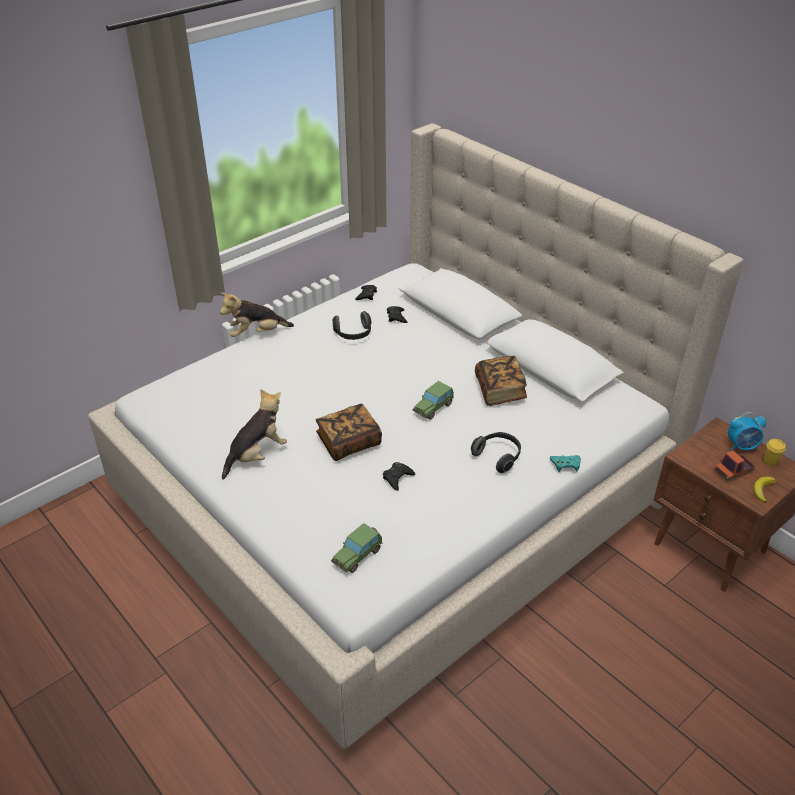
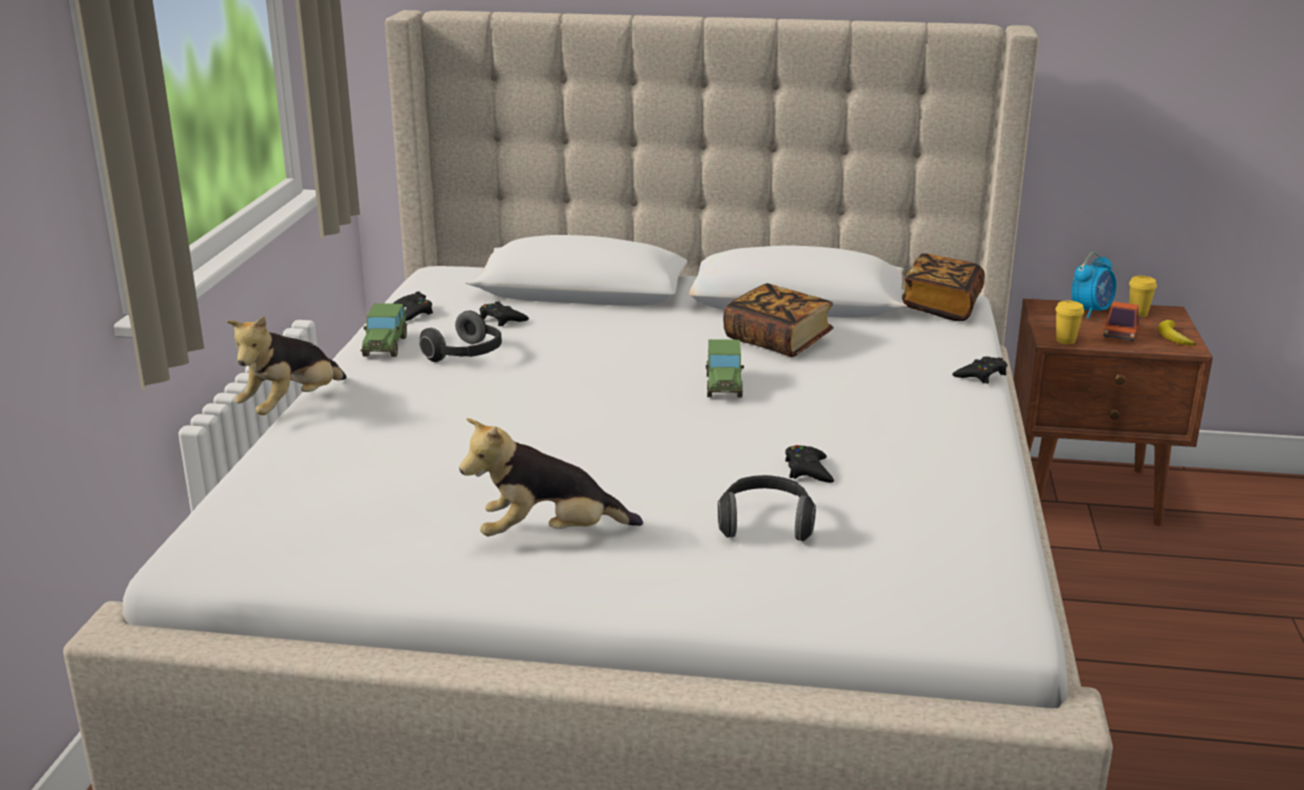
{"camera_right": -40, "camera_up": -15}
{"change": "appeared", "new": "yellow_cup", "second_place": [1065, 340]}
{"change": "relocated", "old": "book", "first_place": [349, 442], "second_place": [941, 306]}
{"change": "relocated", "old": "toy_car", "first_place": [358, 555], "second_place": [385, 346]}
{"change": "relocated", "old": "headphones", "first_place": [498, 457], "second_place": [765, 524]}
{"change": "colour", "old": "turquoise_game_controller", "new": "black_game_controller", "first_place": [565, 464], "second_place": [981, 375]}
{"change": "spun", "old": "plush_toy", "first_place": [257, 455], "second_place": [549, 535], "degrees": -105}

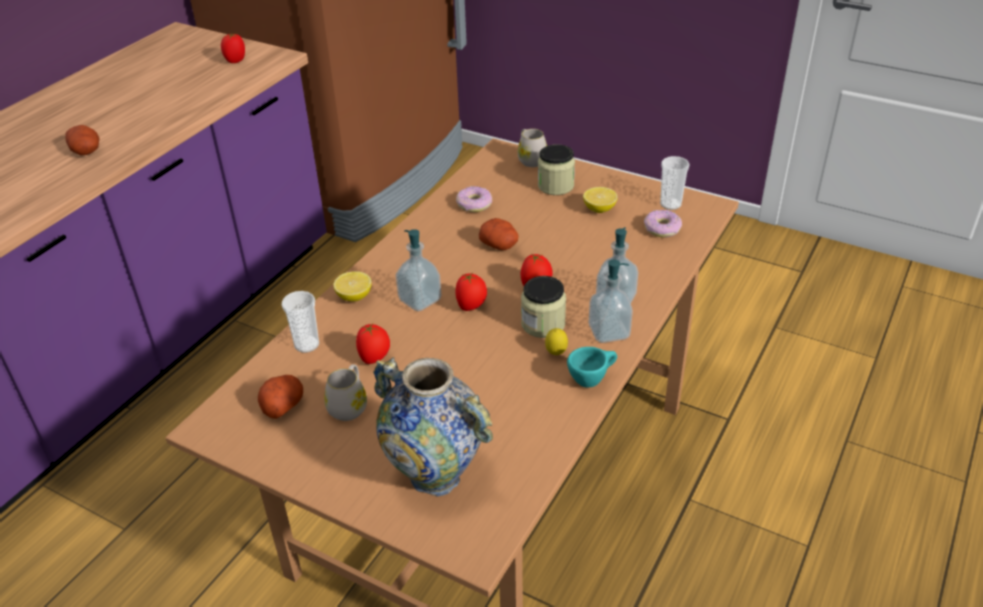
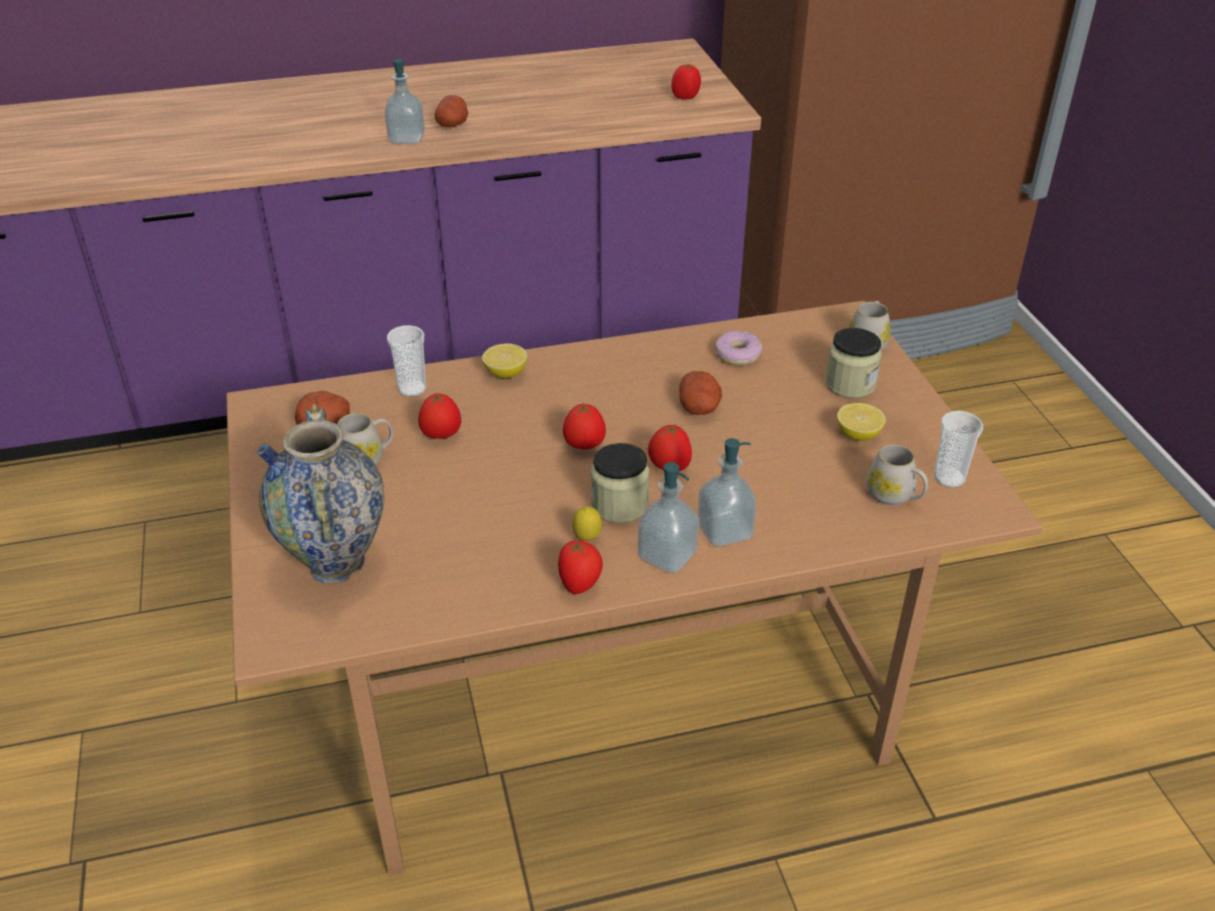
{"camera_right": 45, "camera_up": 0}
{"change": "relocated", "old": "soap_dispenser", "first_place": [420, 300], "second_place": [407, 138]}
{"change": "exchanged", "old": "turquoise_cup", "new": "tomato", "first_place": [592, 380], "second_place": [580, 585]}
{"change": "exchanged", "old": "donut", "new": "white_mug", "first_place": [662, 229], "second_place": [894, 496]}

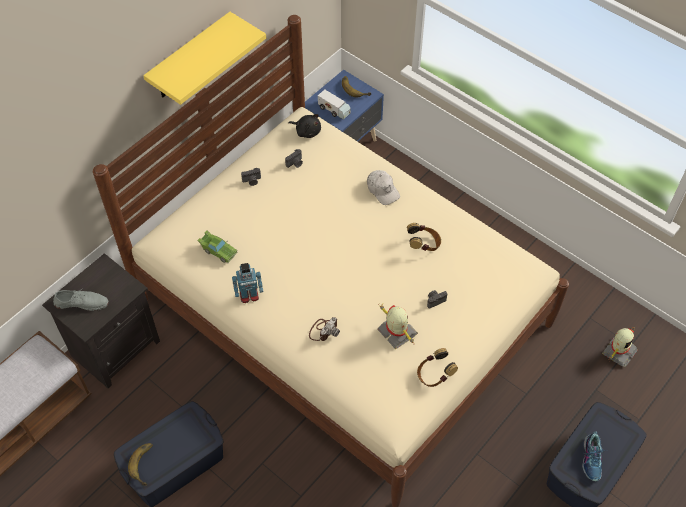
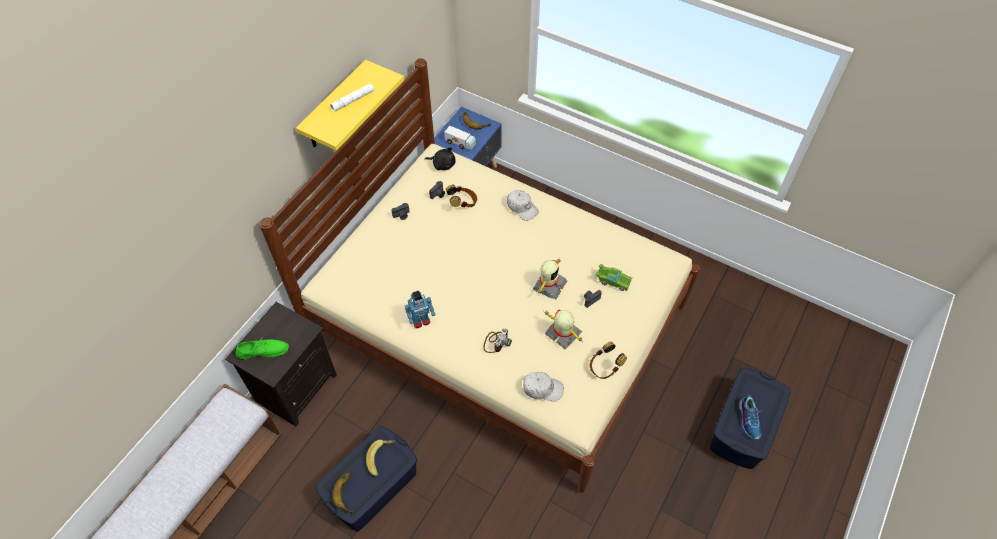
{"camera_right": -10, "camera_up": 0}
{"change": "appeared", "new": "white_flashlight", "second_place": [353, 100]}
{"change": "appeared", "new": "banana", "second_place": [382, 459]}
{"change": "appeared", "new": "white_cap", "second_place": [542, 388]}
{"change": "relocated", "old": "green_toy_car", "first_place": [218, 251], "second_place": [612, 281]}
{"change": "relocated", "old": "headphones", "first_place": [423, 245], "second_place": [463, 203]}
{"change": "relocated", "old": "toy_robot", "first_place": [618, 352], "second_place": [549, 285]}
{"change": "colour", "old": "grey_shoe", "new": "green_shoe", "first_place": [81, 302], "second_place": [263, 351]}

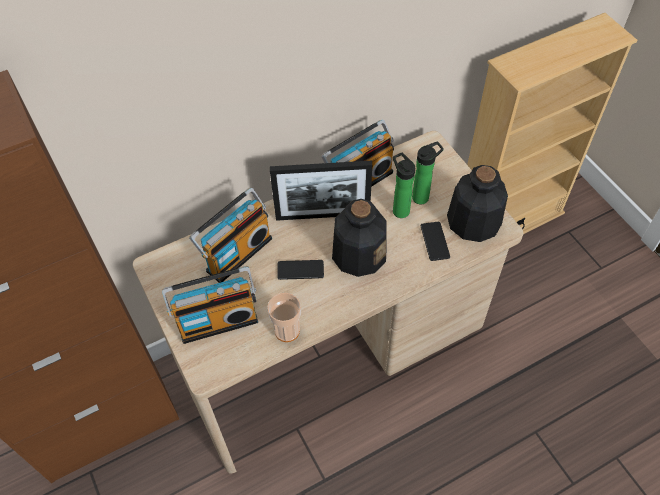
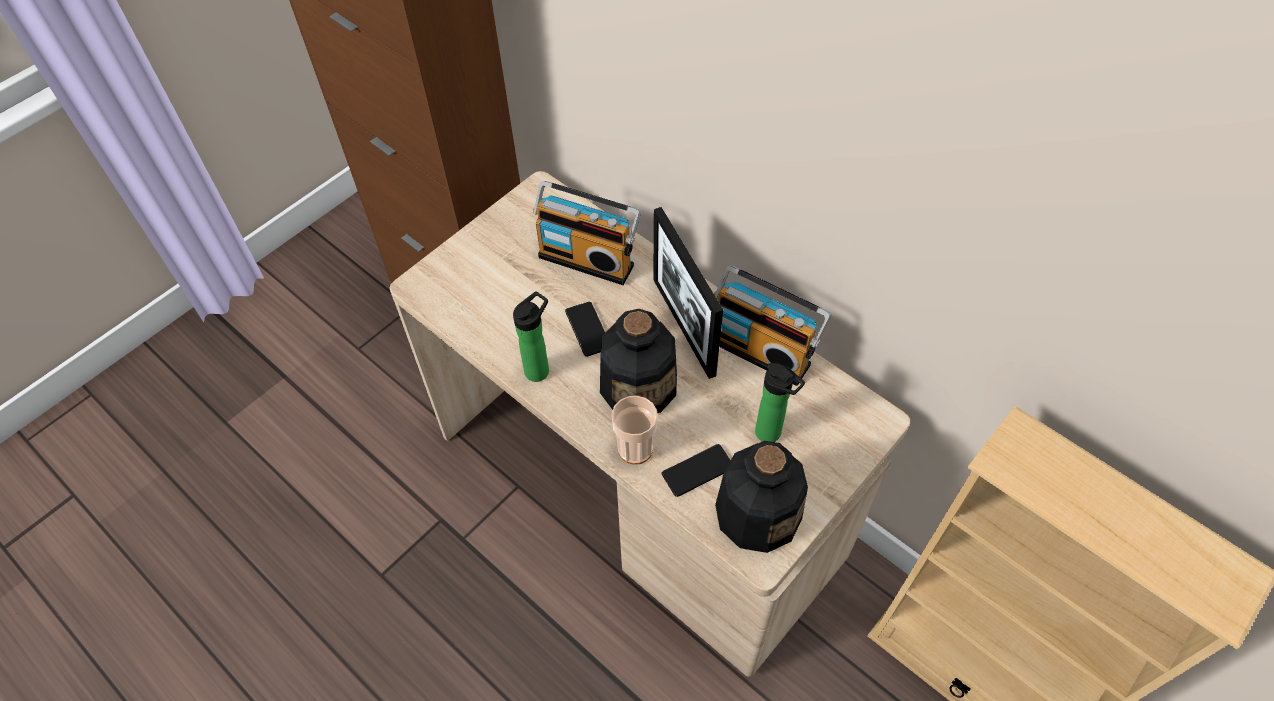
{"camera_right": 70, "camera_up": 0}
{"change": "missing", "old": "radio", "first_place": [218, 320]}
{"change": "relocated", "old": "cup", "first_place": [287, 330], "second_place": [635, 449]}
{"change": "relocated", "old": "bottle", "first_place": [399, 209], "second_place": [539, 369]}

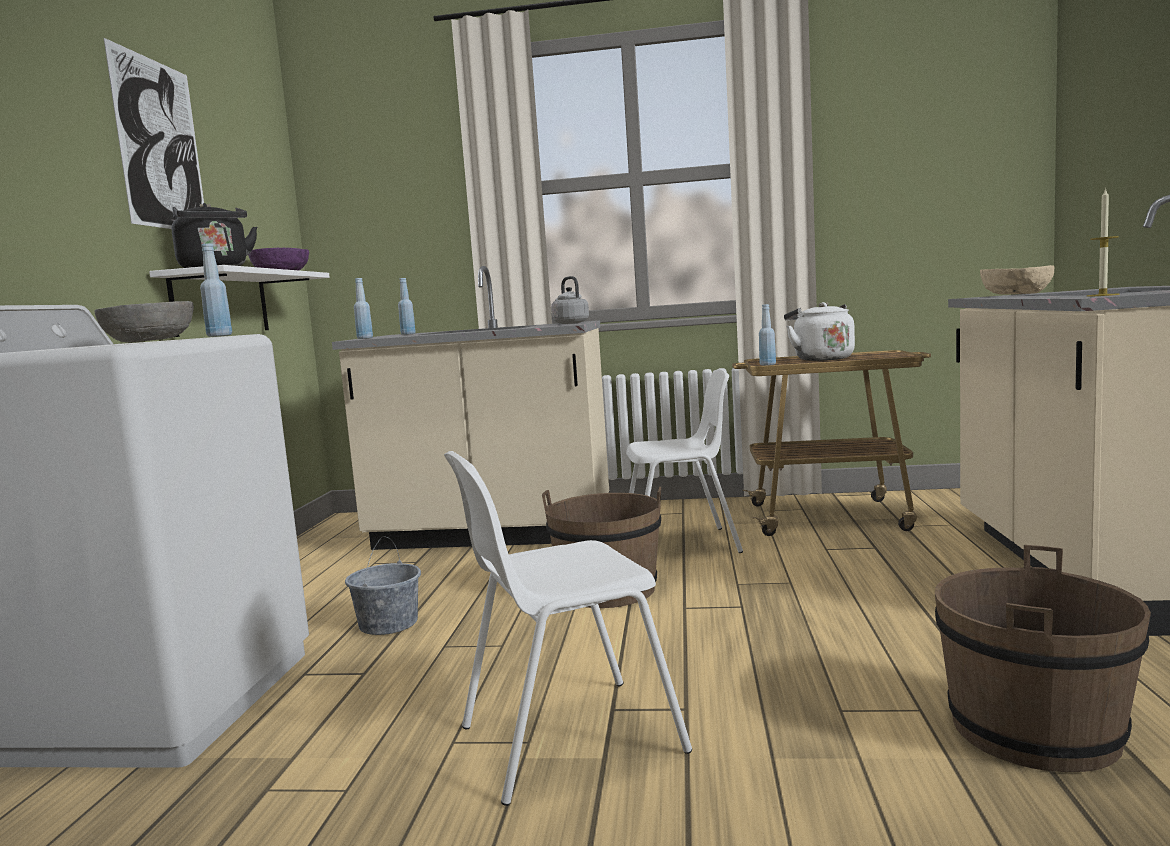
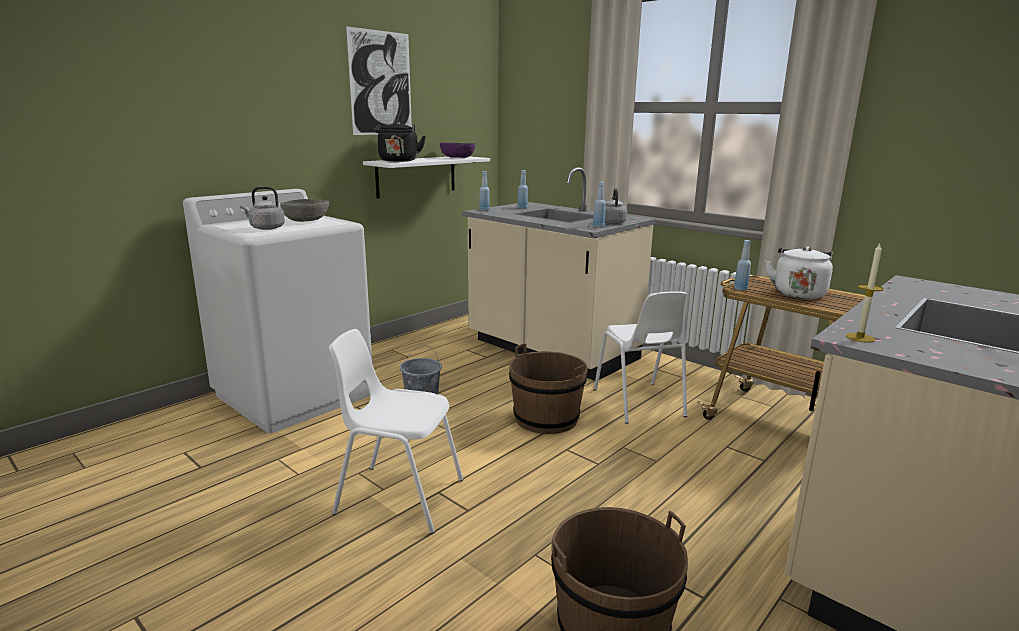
{"camera_right": 35, "camera_up": 10}
{"change": "missing", "old": "beige_bowl", "first_place": [1016, 294]}
{"change": "appeared", "new": "grey_kettle", "second_place": [265, 228]}
{"change": "relocated", "old": "blue_bottle", "first_place": [219, 336], "second_place": [598, 227]}
{"change": "spun", "old": "white_chair", "first_place": [681, 545], "second_place": [639, 403], "degrees": 45}

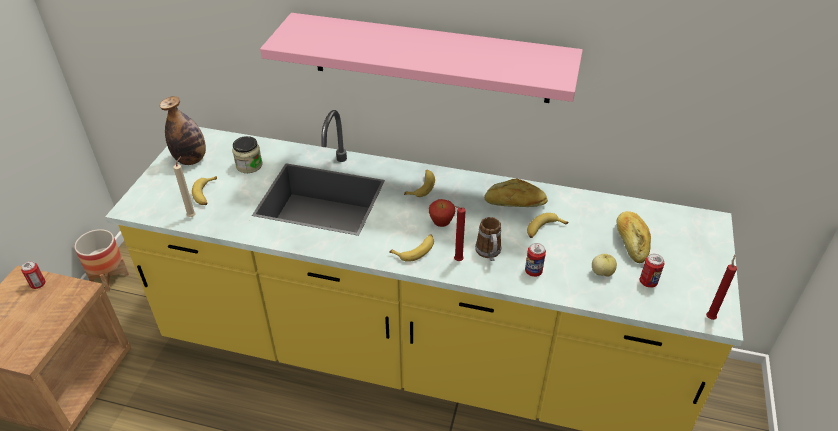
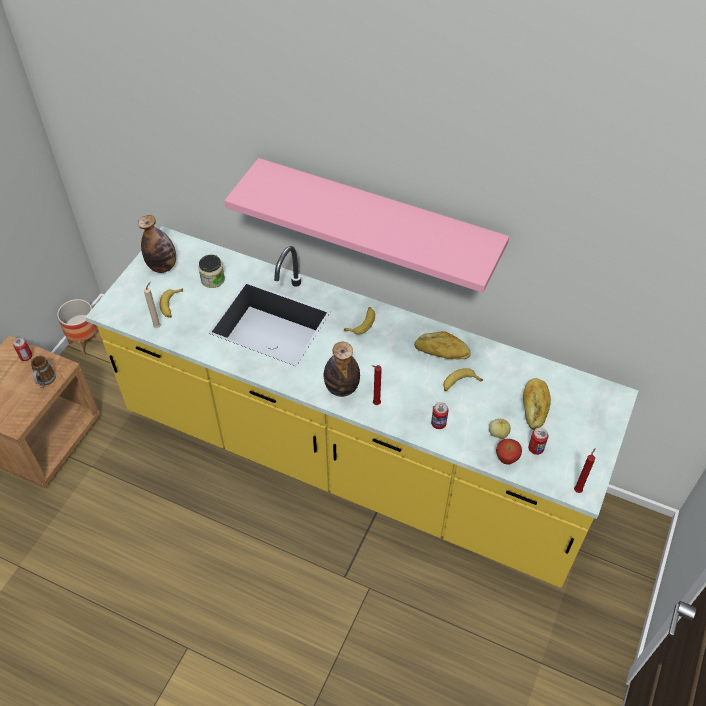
{"camera_right": 10, "camera_up": 10}
{"change": "relocated", "old": "apple", "first_place": [441, 224], "second_place": [506, 460]}
{"change": "relocated", "old": "mug", "first_place": [489, 254], "second_place": [45, 381]}
{"change": "exchanged", "old": "banana", "new": "bottle", "first_place": [415, 250], "second_place": [341, 388]}

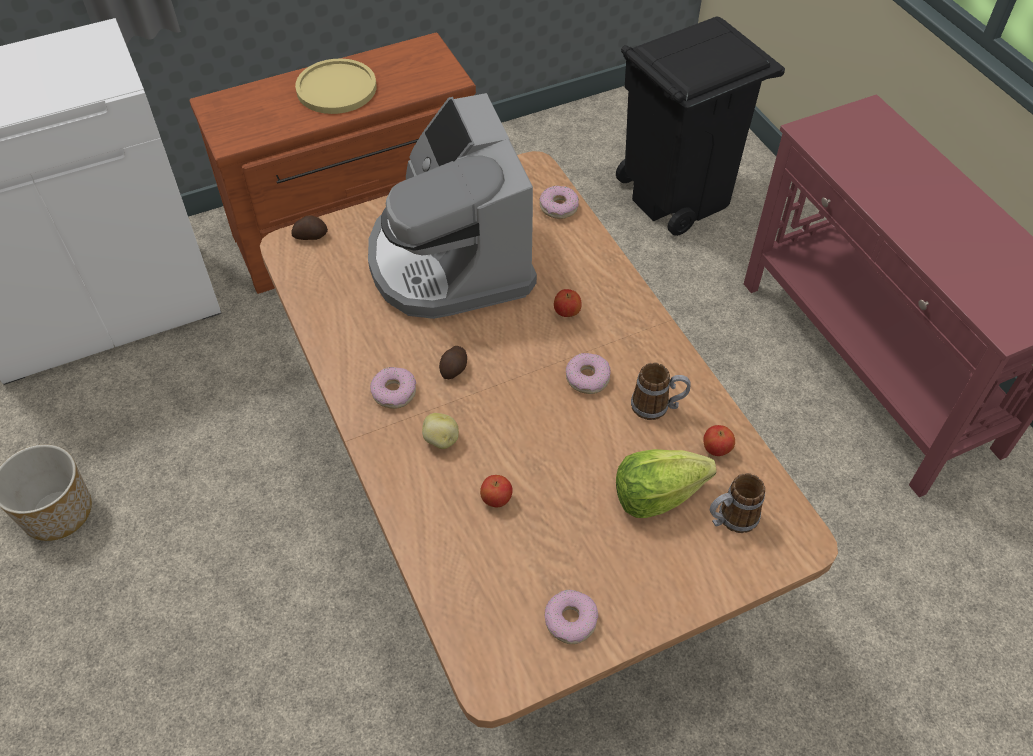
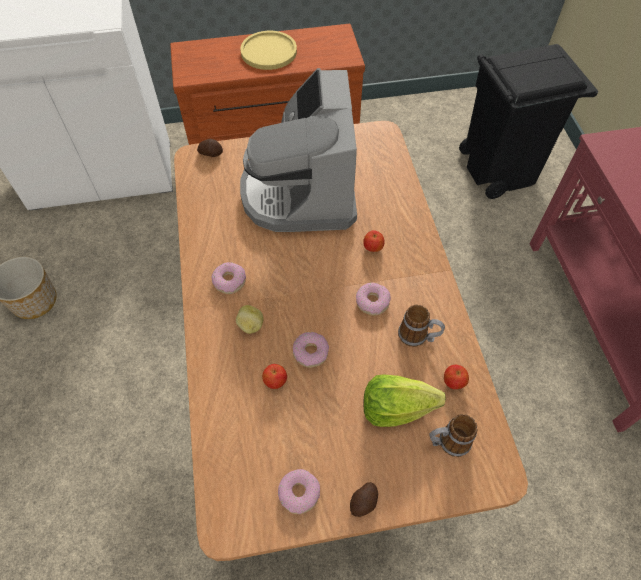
{"camera_right": 15, "camera_up": 5}
{"change": "relocated", "old": "potato", "first_place": [454, 368], "second_place": [364, 502]}
{"change": "relocated", "old": "donut", "first_place": [558, 207], "second_place": [310, 352]}

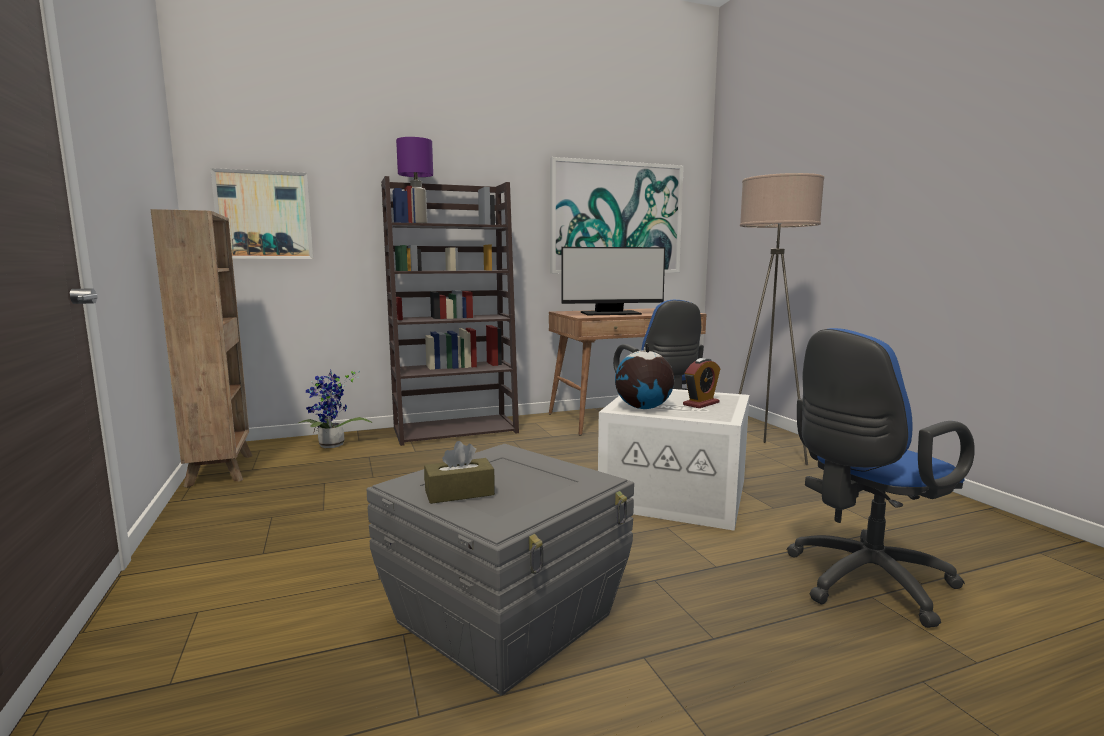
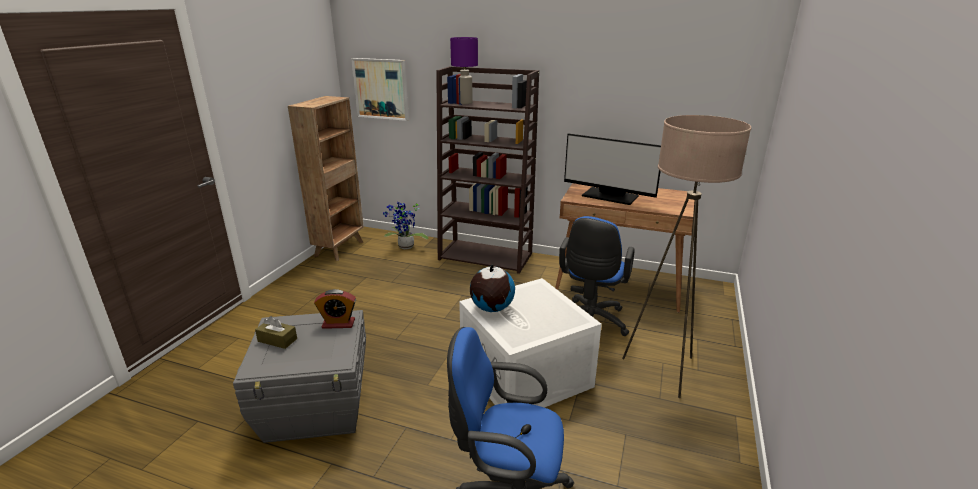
{"camera_right": 40, "camera_up": 15}
{"change": "missing", "old": "picture", "first_place": [616, 218]}
{"change": "relocated", "old": "alarm_clock", "first_place": [701, 404], "second_place": [338, 323]}

